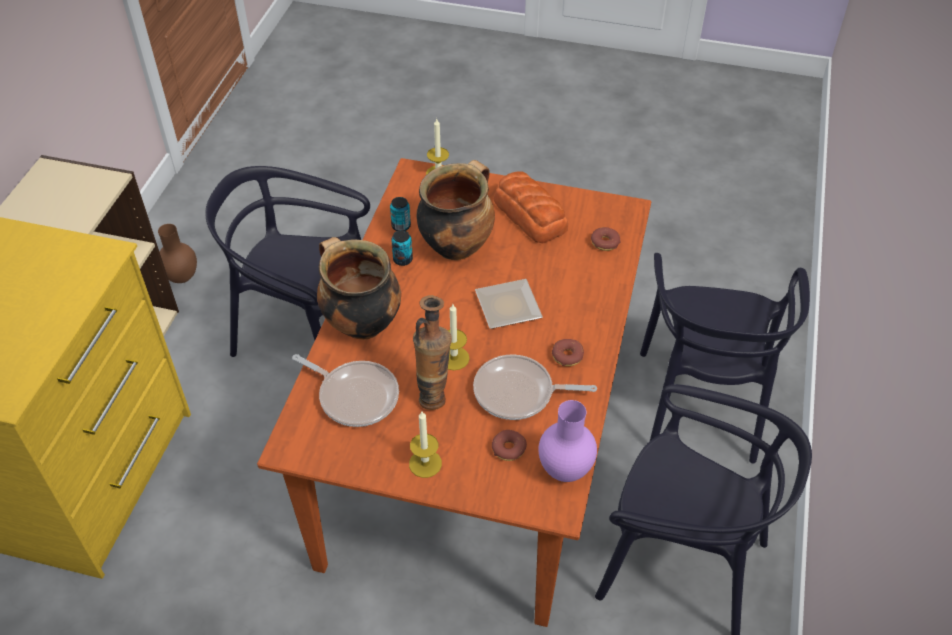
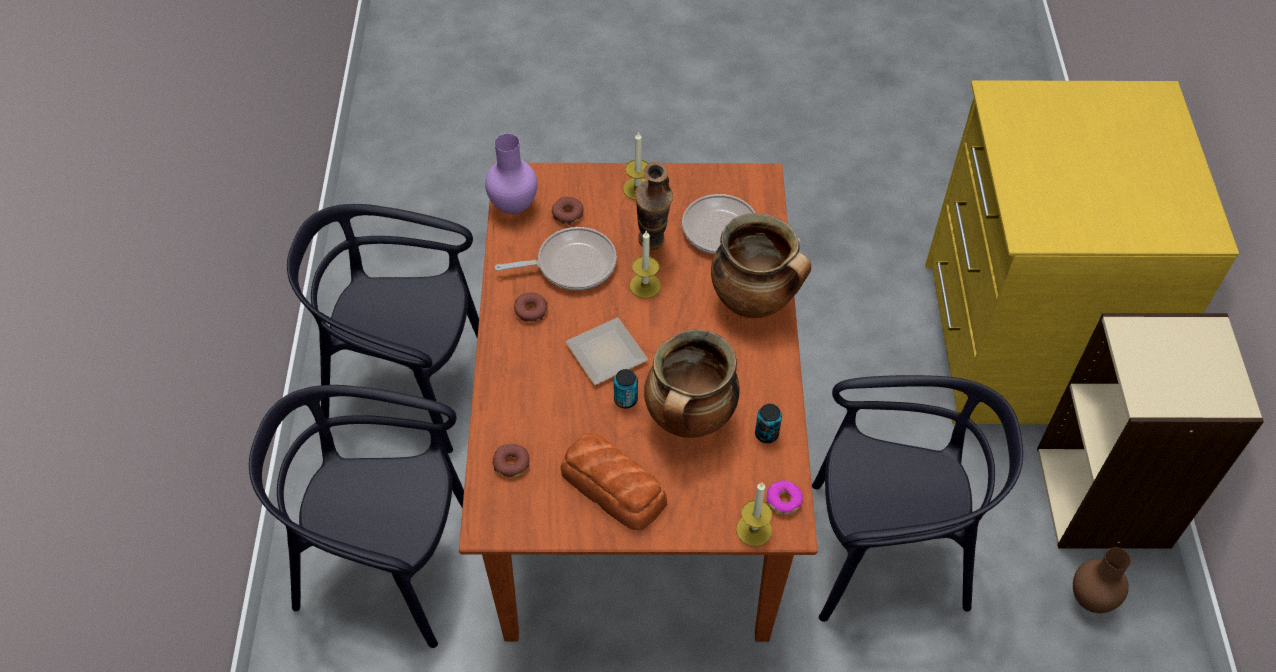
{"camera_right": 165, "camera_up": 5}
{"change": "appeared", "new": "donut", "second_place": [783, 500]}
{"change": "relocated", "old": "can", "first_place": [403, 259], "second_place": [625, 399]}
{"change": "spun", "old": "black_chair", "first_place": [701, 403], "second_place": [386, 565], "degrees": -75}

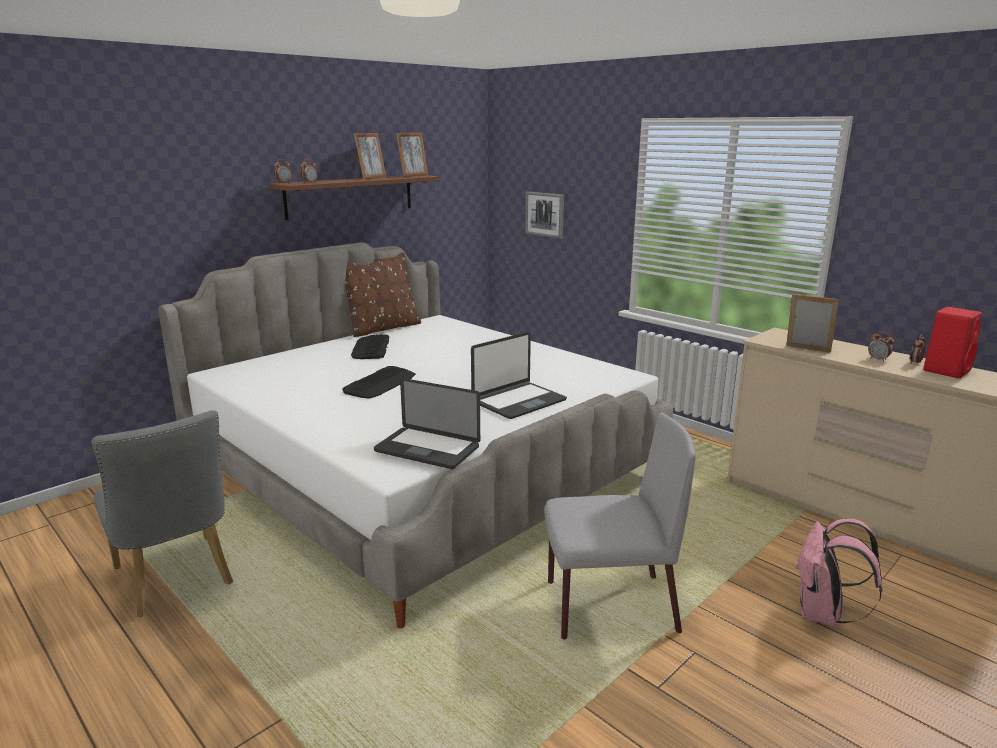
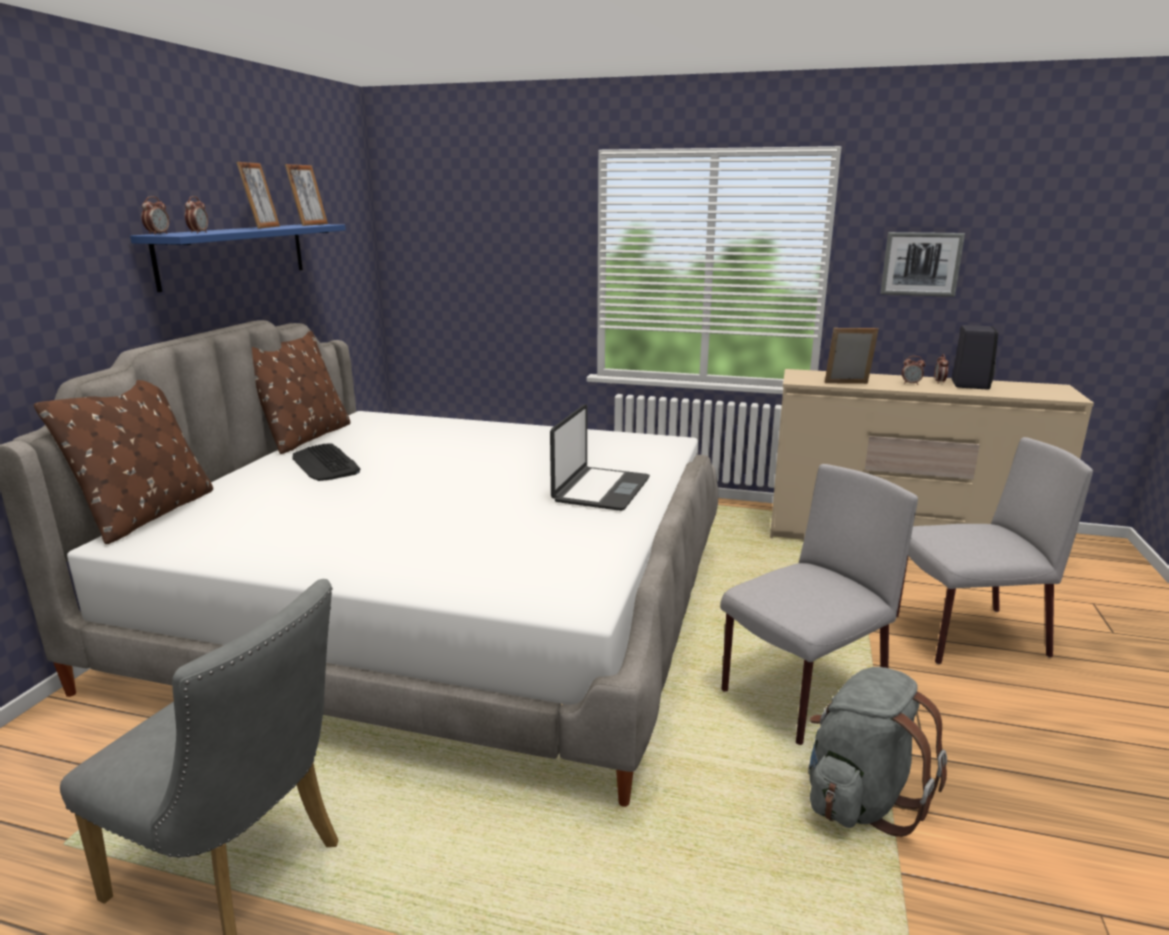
{"camera_right": -30, "camera_up": 0}
{"change": "missing", "old": "keyboard", "first_place": [380, 383]}
{"change": "missing", "old": "laptop", "first_place": [427, 449]}
{"change": "appeared", "new": "brown_pillow", "second_place": [148, 514]}
{"change": "appeared", "new": "grey_backpack", "second_place": [860, 799]}
{"change": "relocated", "old": "picture", "first_place": [545, 214], "second_place": [921, 264]}
{"change": "exchanged", "old": "pink_backpack", "new": "grey_chair", "first_place": [822, 614], "second_place": [966, 636]}
{"change": "colour", "old": "brown_shelf", "new": "blue_shelf", "first_place": [350, 196], "second_place": [234, 254]}
{"change": "colour", "old": "red_speaker", "new": "black_speaker", "first_place": [946, 370], "second_place": [969, 384]}

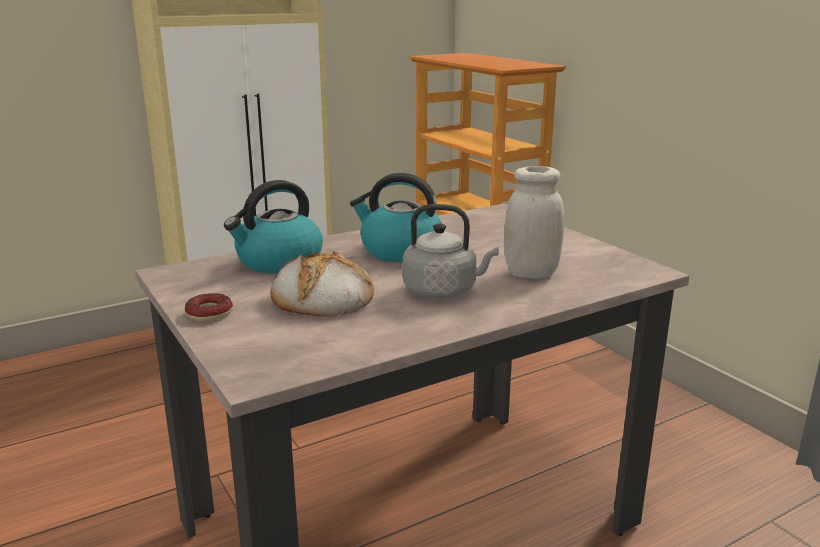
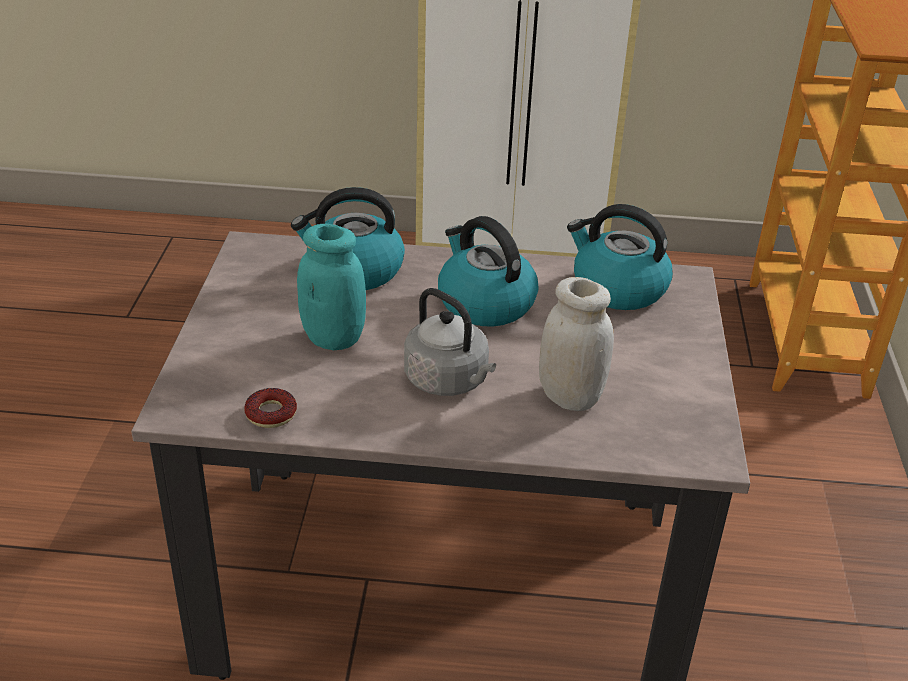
{"camera_right": 35, "camera_up": 15}
{"change": "appeared", "new": "kettle", "second_place": [617, 288]}
{"change": "relocated", "old": "donut", "first_place": [209, 313], "second_place": [271, 414]}
{"change": "exchanged", "old": "bread", "new": "turquoise_jar", "first_place": [322, 297], "second_place": [333, 338]}

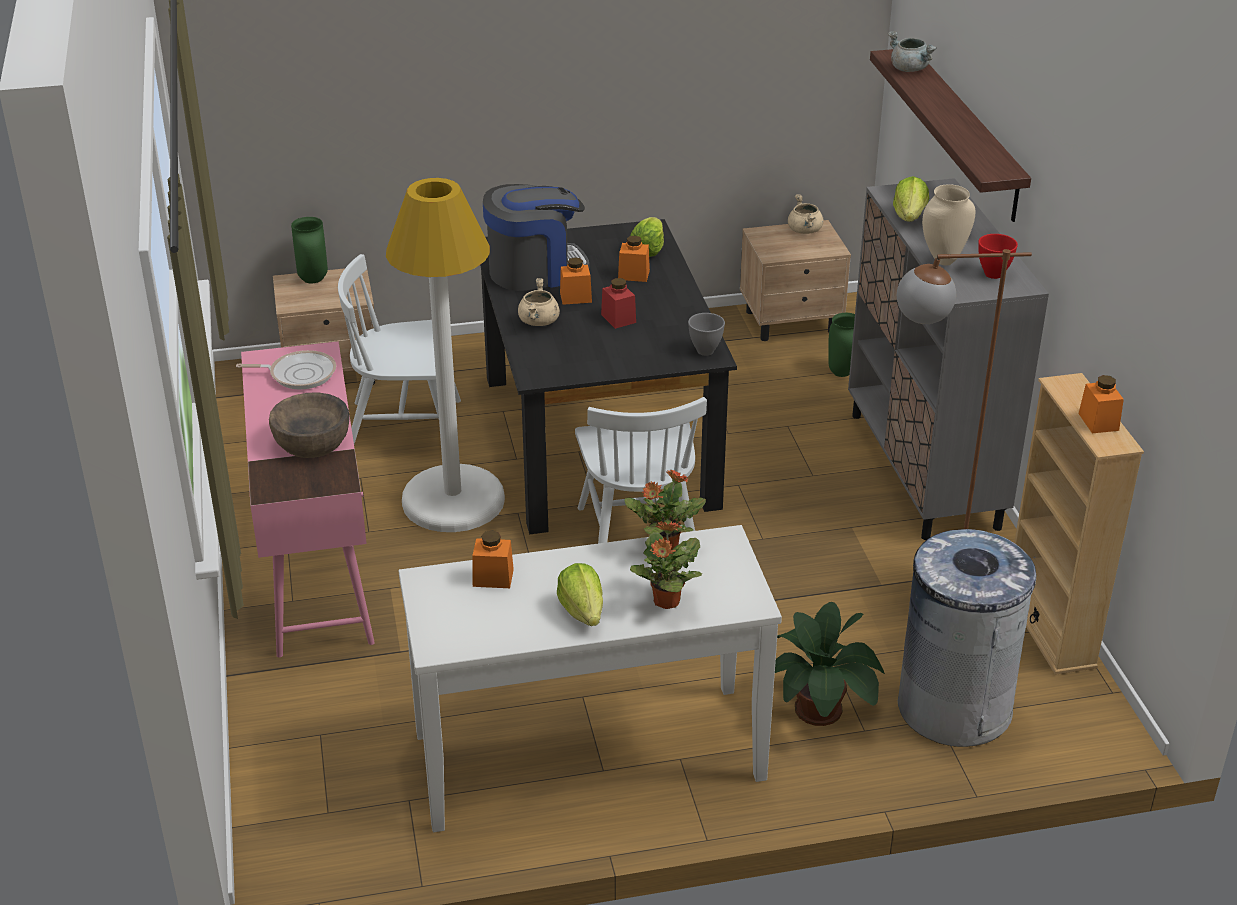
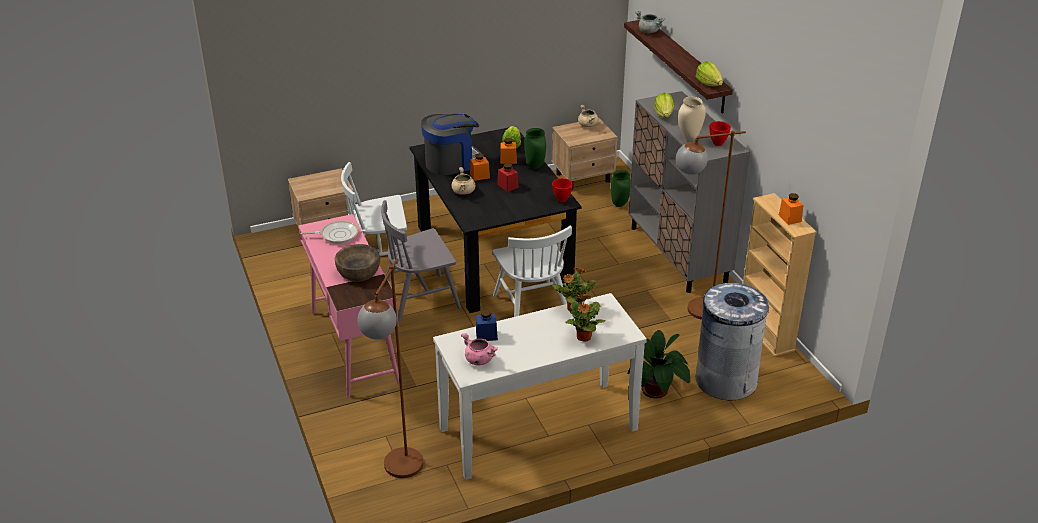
{"camera_right": -10, "camera_up": 0}
{"change": "appeared", "new": "brown_floor_lamp", "second_place": [399, 474]}
{"change": "appeared", "new": "pink_cooking_pot", "second_place": [479, 360]}
{"change": "relocated", "old": "green_vase", "first_place": [312, 280], "second_place": [534, 166]}
{"change": "relocated", "old": "lettuce", "first_place": [583, 611], "second_place": [709, 84]}
{"change": "exchanged", "old": "white_floor_lamp", "new": "grey_chair", "first_place": [453, 500], "second_place": [420, 299]}
{"change": "colour", "old": "orange_jar", "new": "blue_jar", "first_place": [493, 578], "second_place": [486, 335]}
{"change": "colour", "old": "grey_bowl", "new": "red_bowl", "first_place": [704, 351], "second_place": [561, 200]}

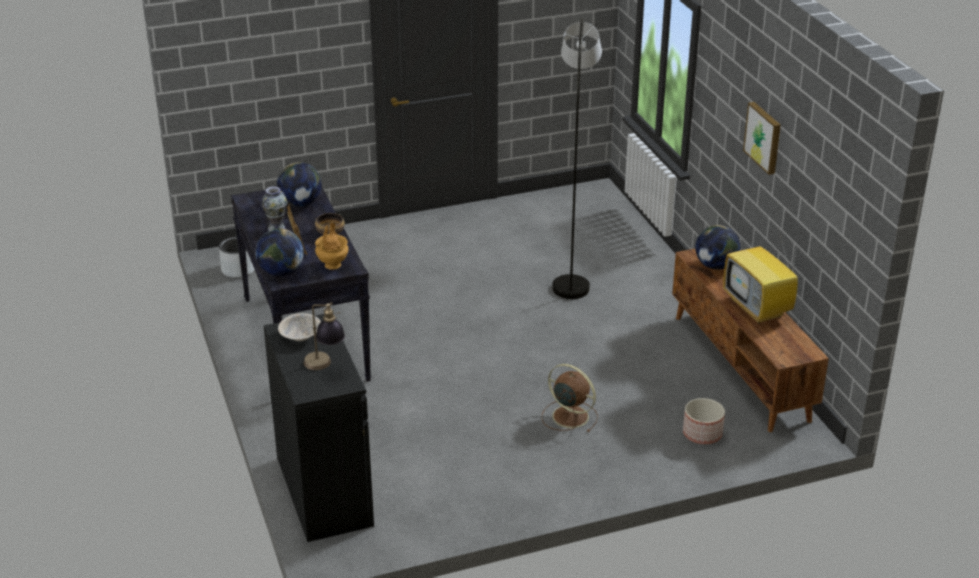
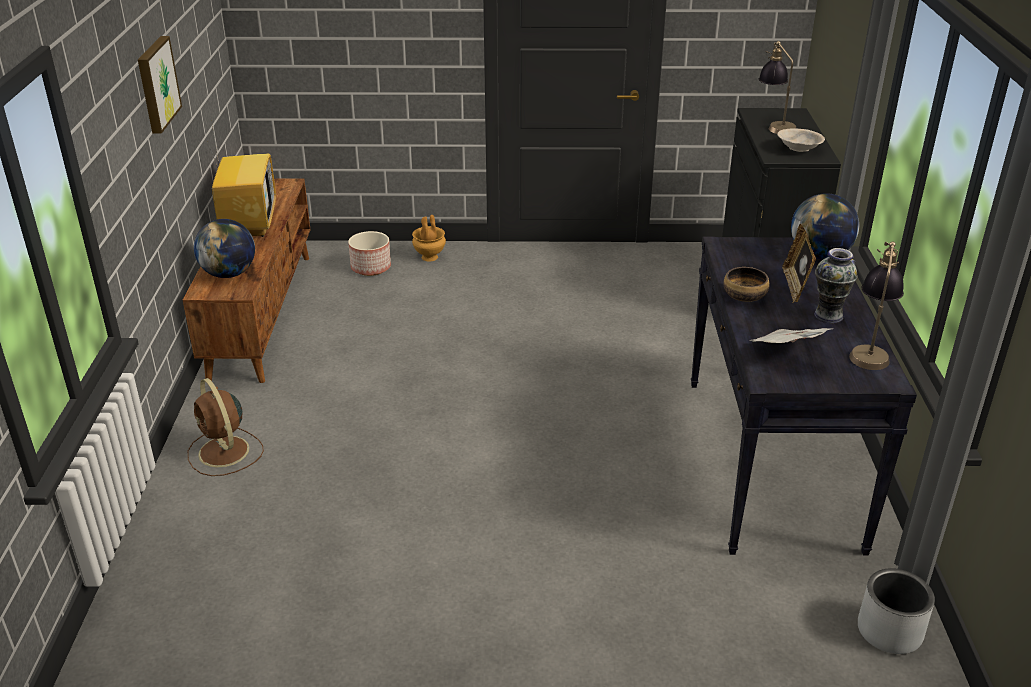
{"camera_right": -160, "camera_up": 0}
{"change": "missing", "old": "grey_floor_lamp", "first_place": [572, 252]}
{"change": "appeared", "new": "table_lamp", "second_place": [870, 349]}
{"change": "relocated", "old": "brown_vase", "first_place": [333, 264], "second_place": [429, 257]}
{"change": "relocated", "old": "brown_fan", "first_place": [569, 416], "second_place": [225, 453]}
{"change": "exchanged", "old": "globe", "new": "newspaper", "first_place": [300, 203], "second_place": [787, 352]}

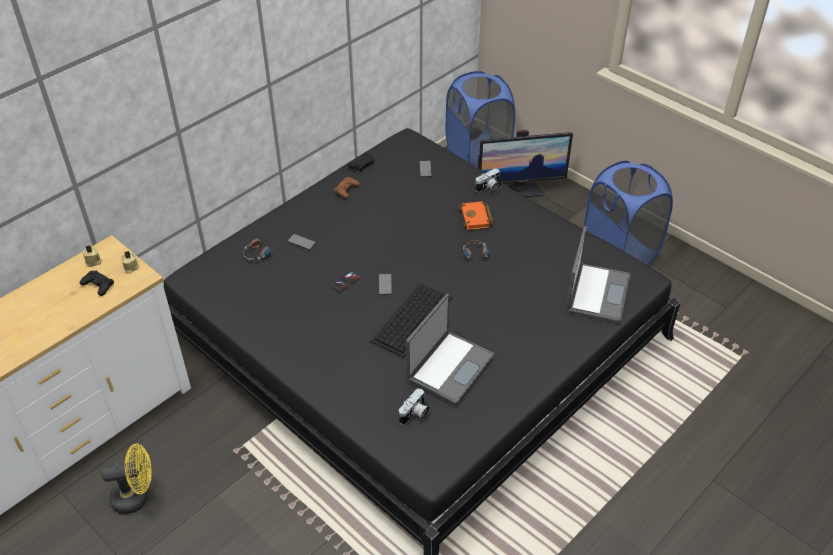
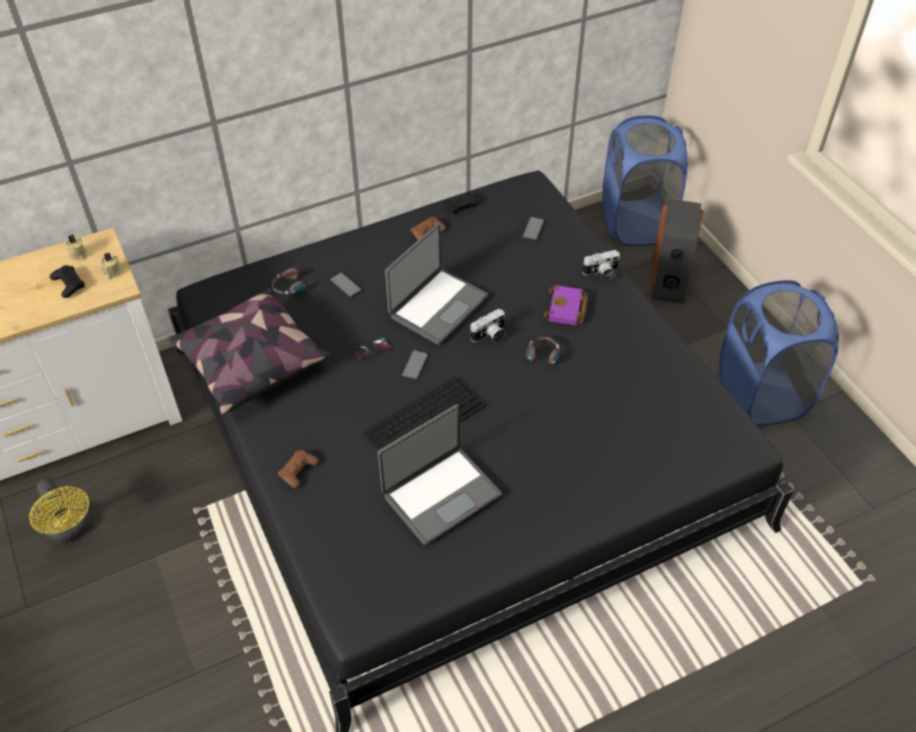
{"camera_right": 20, "camera_up": 5}
{"change": "appeared", "new": "pillow", "second_place": [250, 362]}
{"change": "appeared", "new": "brown_game_controller", "second_place": [298, 471]}
{"change": "relocated", "old": "photo_camera", "first_place": [415, 414], "second_place": [490, 335]}
{"change": "relocated", "old": "laptop", "first_place": [596, 293], "second_place": [437, 306]}
{"change": "exchanged", "old": "monitor", "new": "speaker", "first_place": [520, 190], "second_place": [669, 279]}
{"change": "colour", "old": "orange_book", "new": "purple_book", "first_place": [477, 218], "second_place": [567, 309]}
{"change": "spun", "old": "yellow_fan", "first_place": [137, 497], "second_place": [71, 530], "degrees": 45}

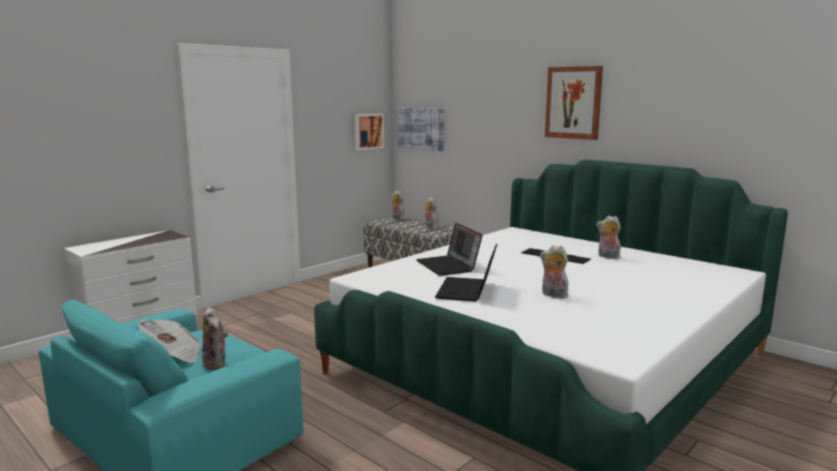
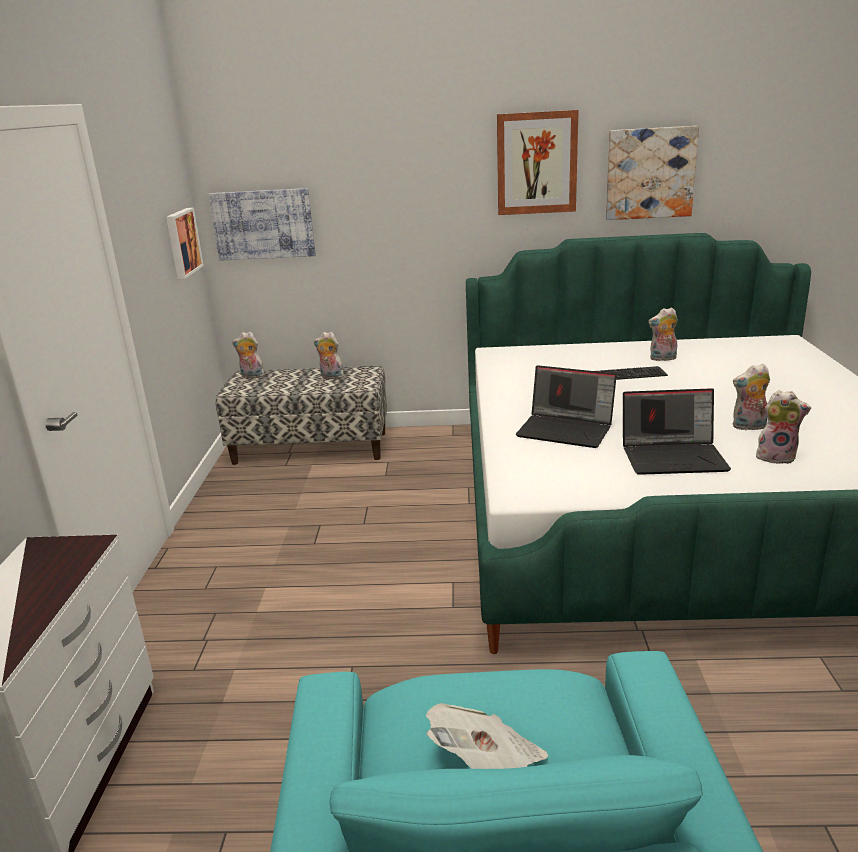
{"camera_right": -40, "camera_up": 10}
{"change": "appeared", "new": "picture", "second_place": [650, 173]}
{"change": "relocated", "old": "plush_toy", "first_place": [217, 363], "second_place": [776, 457]}
{"change": "spun", "old": "laptop", "first_place": [467, 291], "second_place": [674, 457], "degrees": -60}

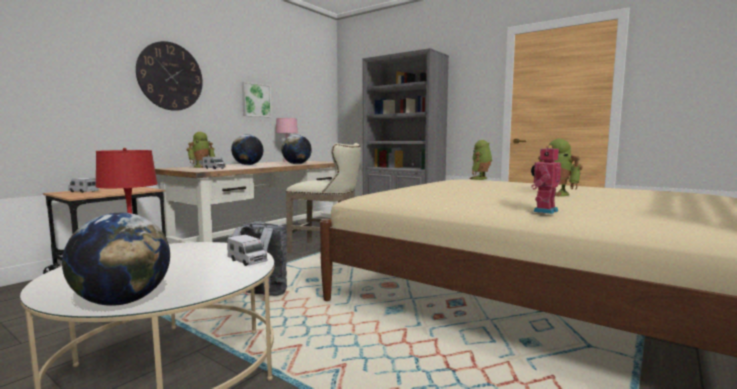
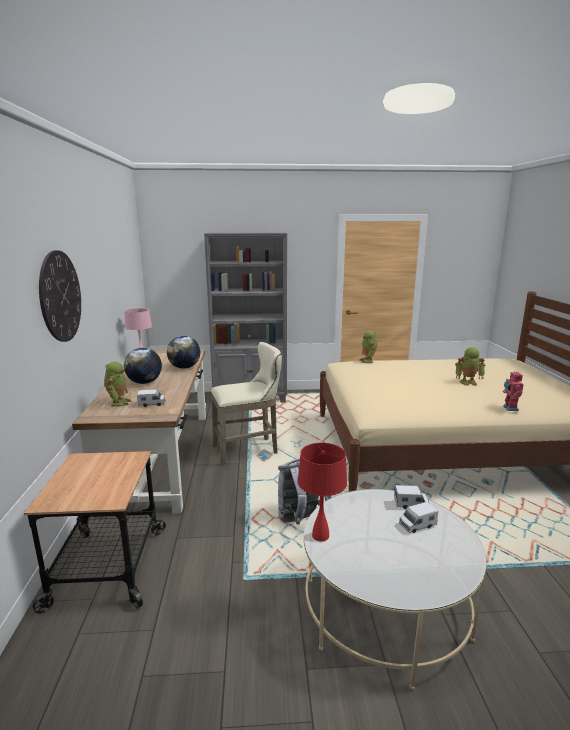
{"camera_right": -40, "camera_up": 10}
{"change": "missing", "old": "globe", "first_place": [123, 301]}
{"change": "missing", "old": "picture", "first_place": [255, 100]}
{"change": "relocated", "old": "toy_truck", "first_place": [83, 191], "second_place": [417, 525]}

